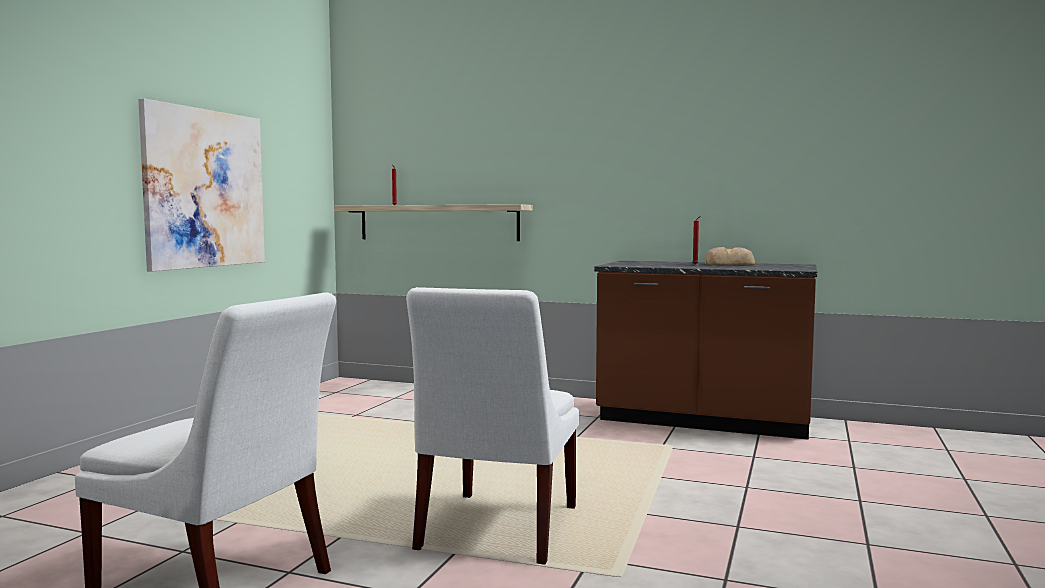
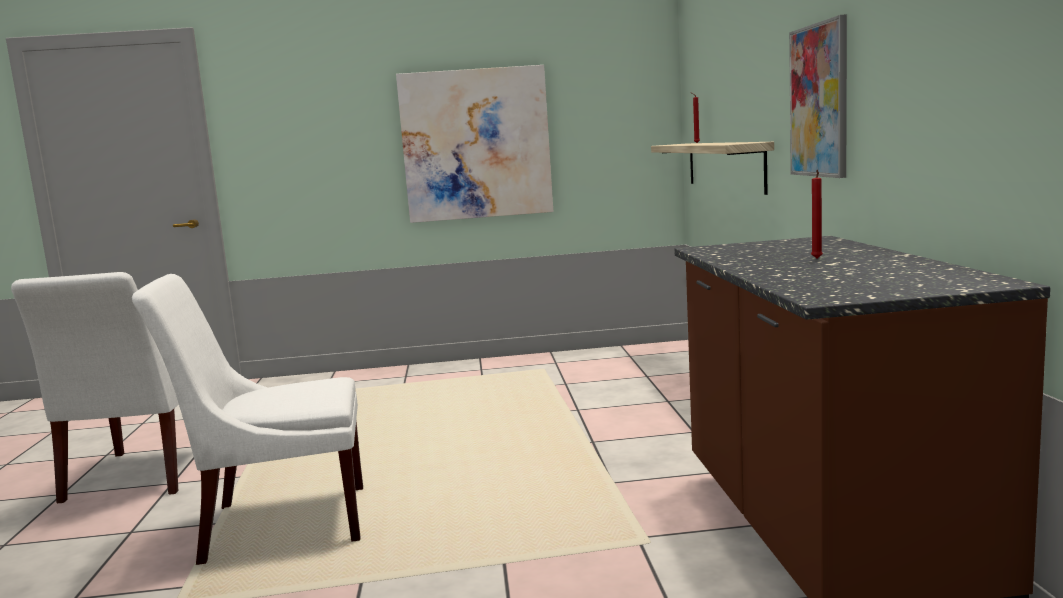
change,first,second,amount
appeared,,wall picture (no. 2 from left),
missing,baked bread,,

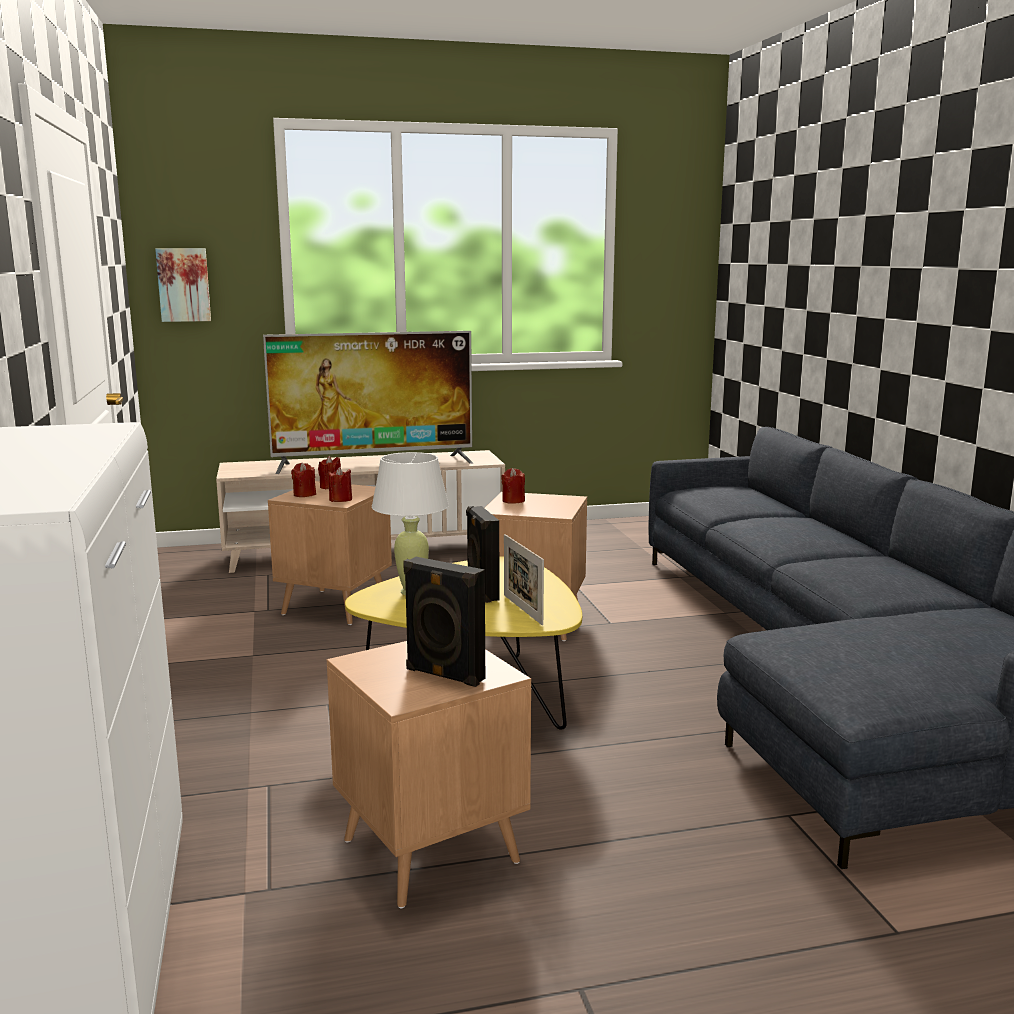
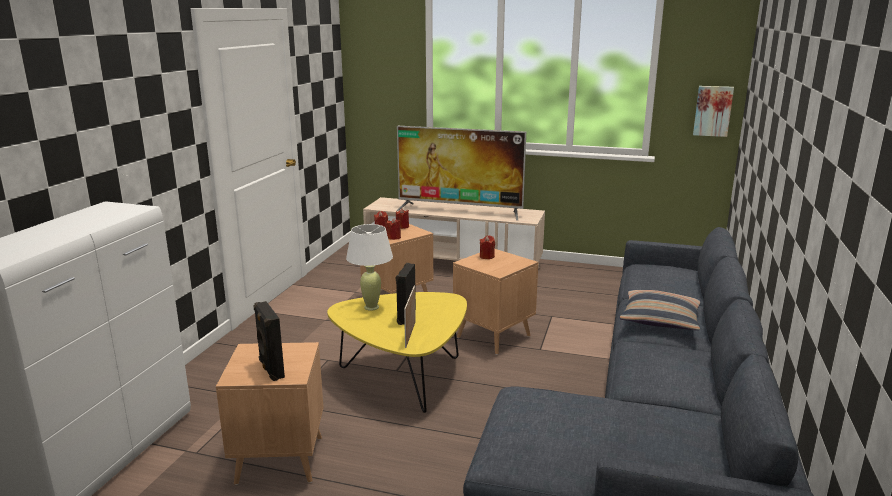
change,first,second,amount
appeared,,cushion,
relocated,wall picture,,

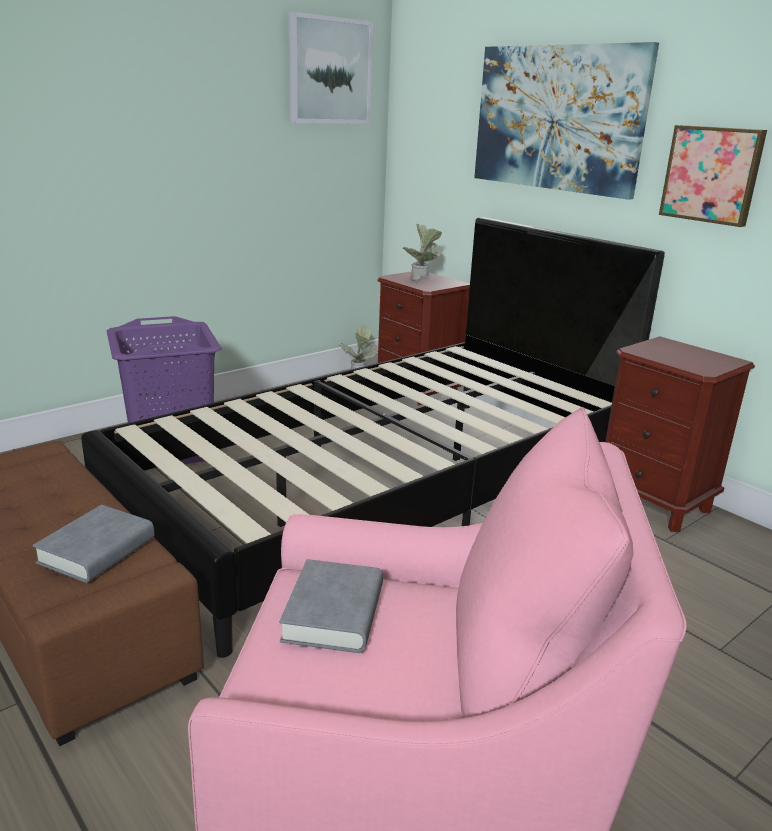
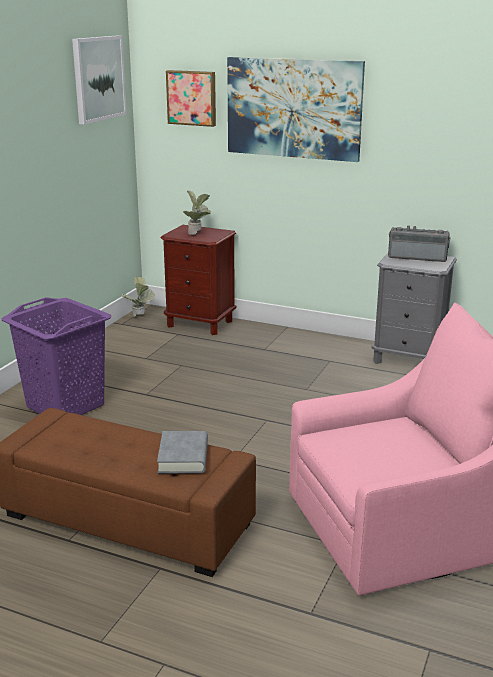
change,first,second,amount
relocated,wall picture (no. 3 from left in the first image),wall picture (no. 2 from left),
colour,brown-coloured bedside table (no. 2 from left),grey bedside table,
appeared,,radio set,
missing,blackish bed,,
missing,grey bound book (no. 2 from left),,

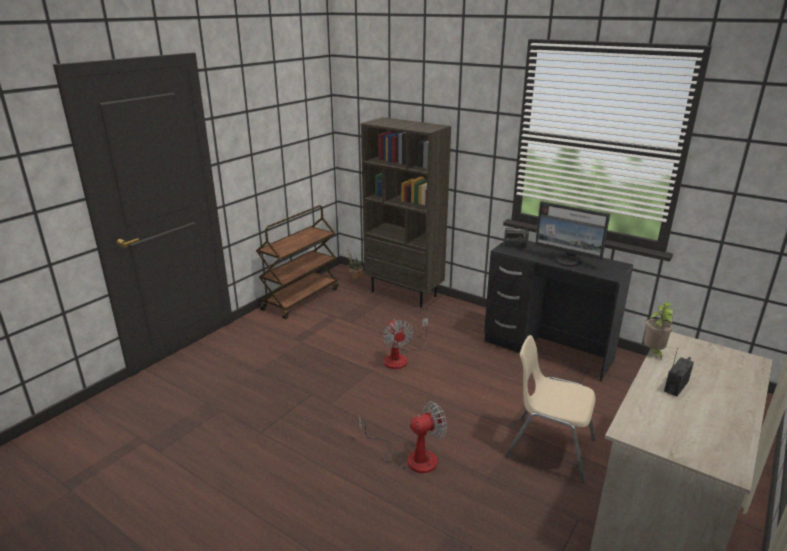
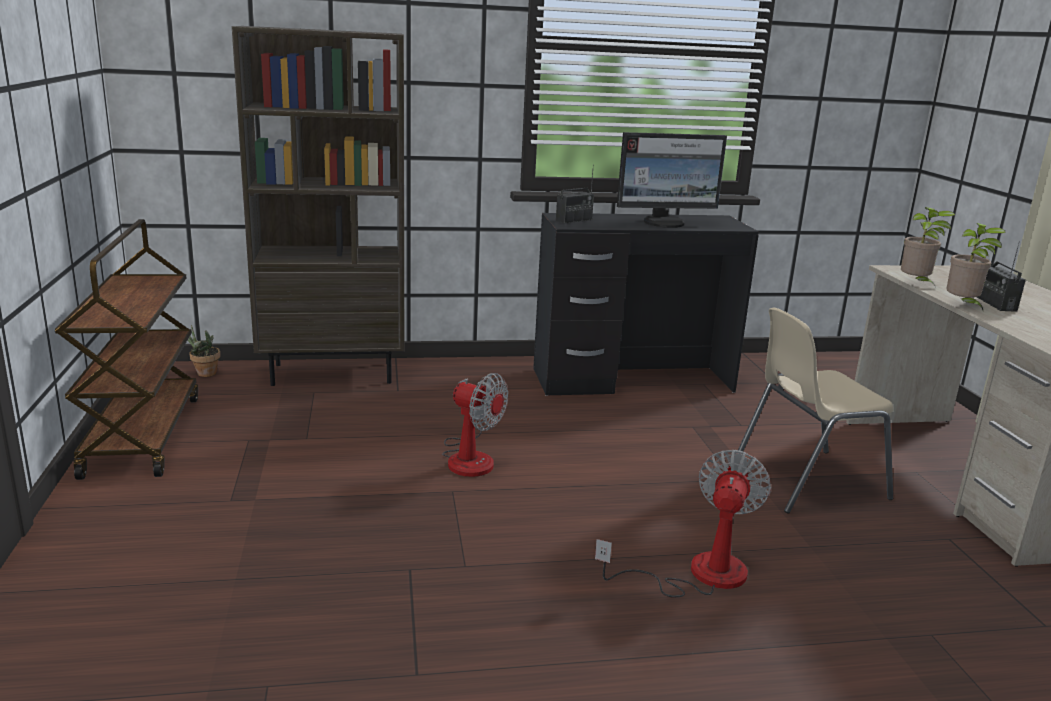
change,first,second,amount
appeared,,plant in a pot (no. 3 from left),

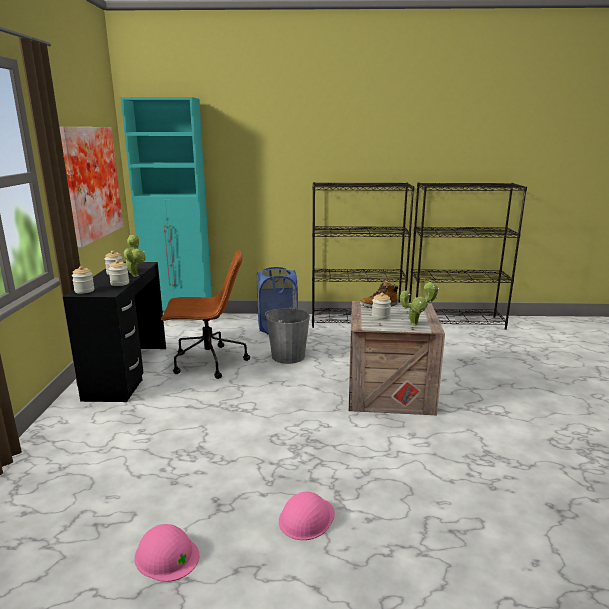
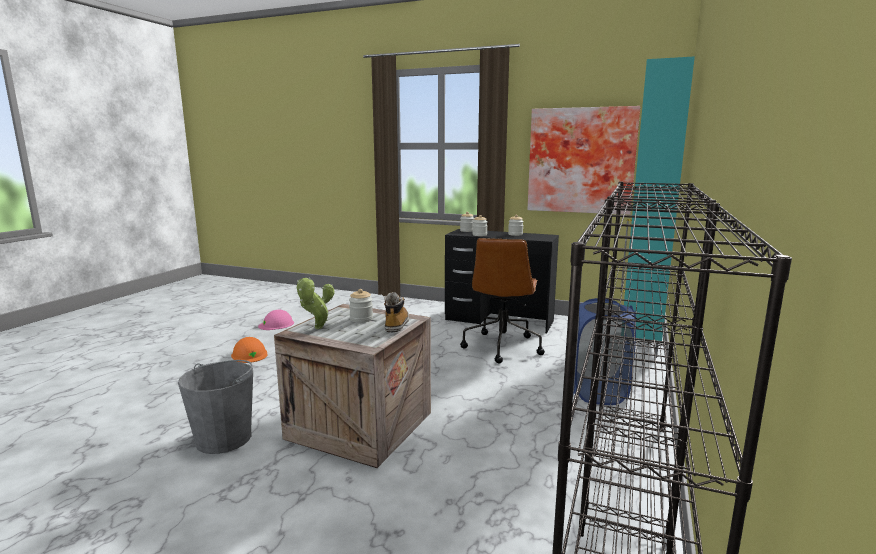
change,first,second,amount
relocated,grey pail,,
colour,pinkish safety helmet (no. 2 from left),orange-coloured safety helmet,
missing,plant in a pot (no. 1 from left),,

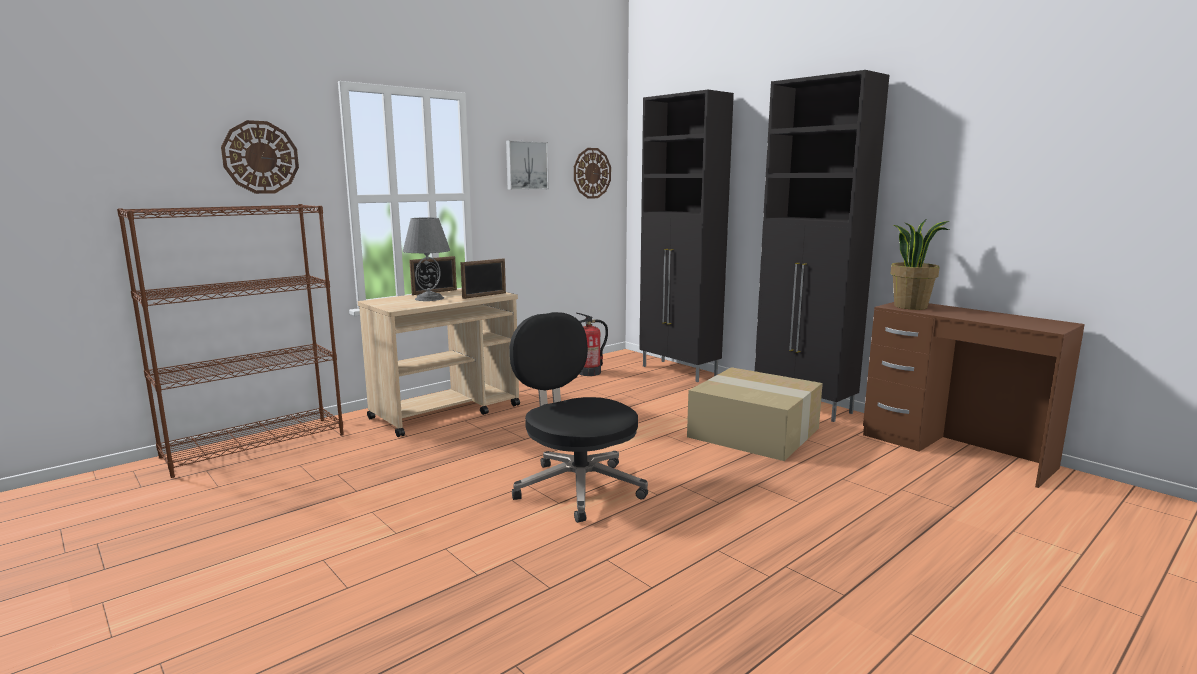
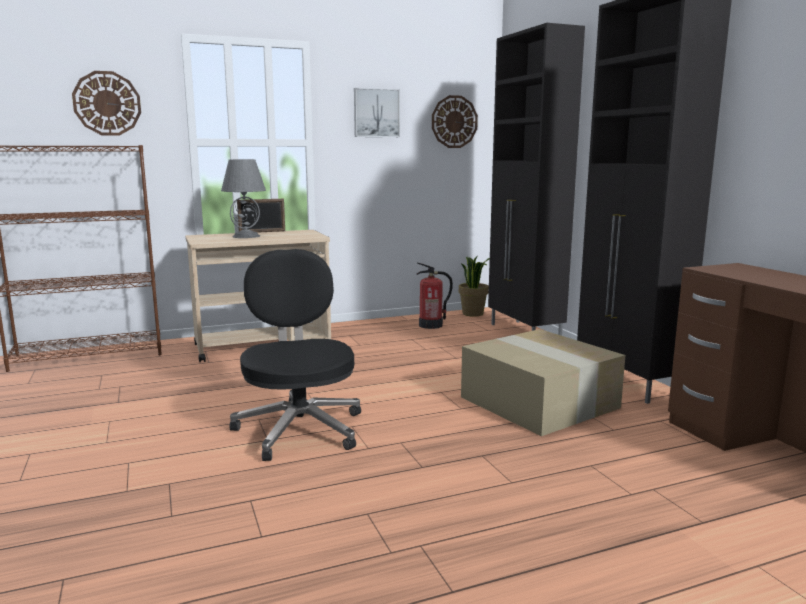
change,first,second,amount
relocated,plant in a pot,,
missing,photo frame (no. 2 from left),,

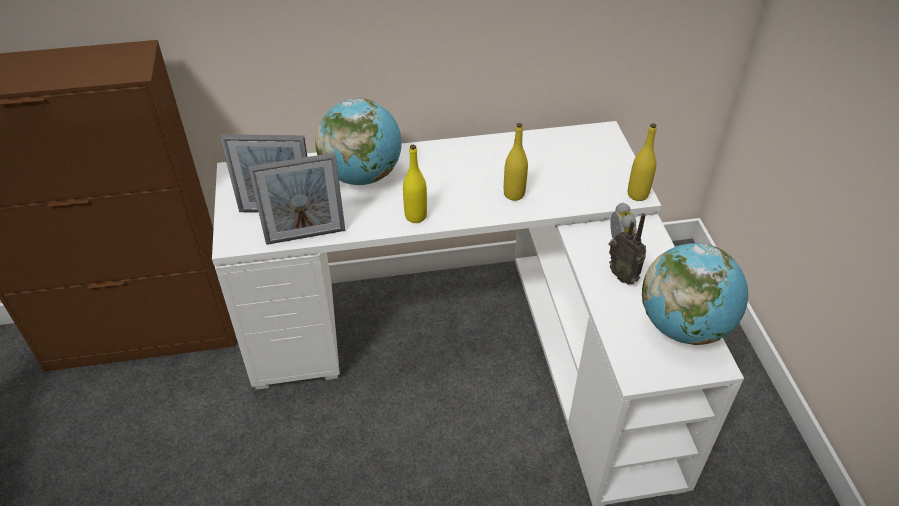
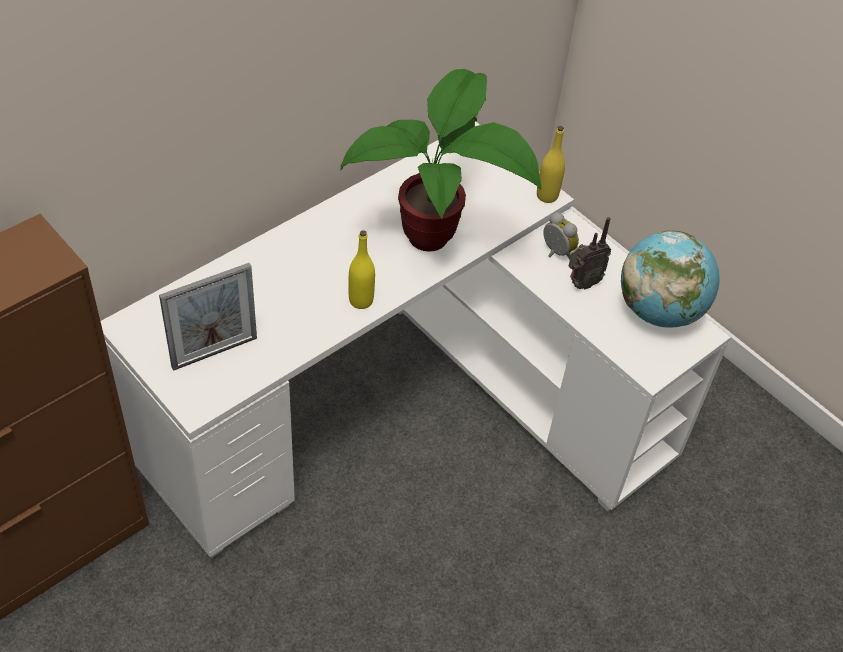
change,first,second,amount
exchanged,yellow-coloured beverage bottle (no. 2 from left),plant in a pot,
spun,radio set,,45 degrees counterclockwise
missing,photo frame (no. 2 from left),,
missing,world globe (no. 1 from left),,

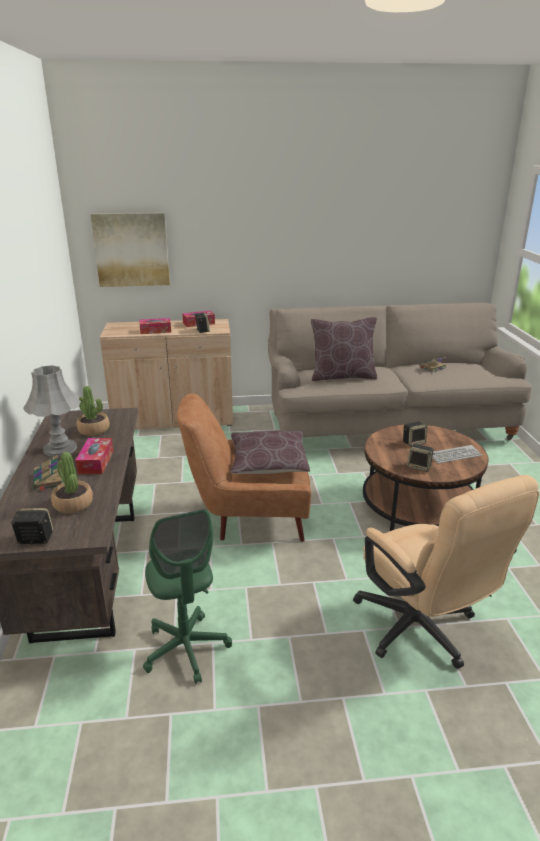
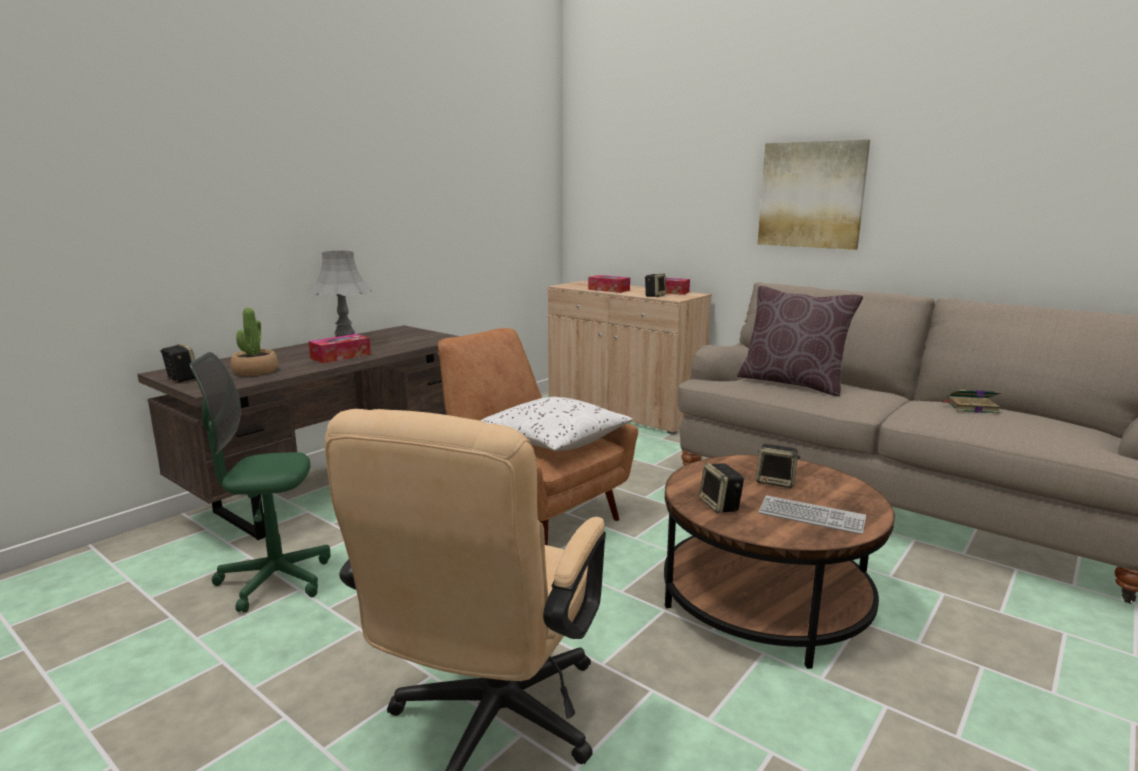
change,first,second,amount
spun,green computer chair,,60 degrees clockwise
colour,brown-coloured cushion (no. 1 from left),whitish cushion,
relocated,wall picture,,
missing,bound book (no. 1 from left),,
missing,plant in a pot (no. 2 from left),,

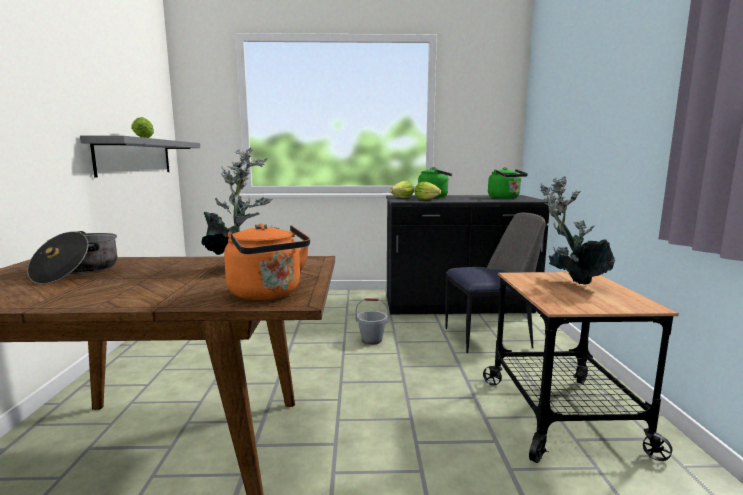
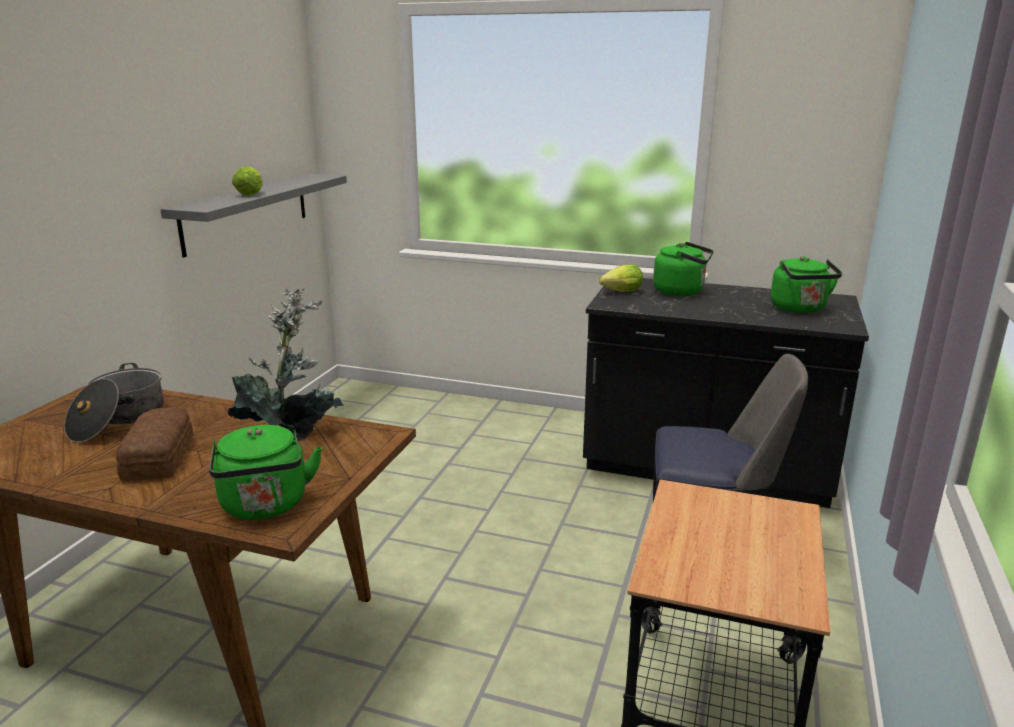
change,first,second,amount
appeared,,baked bread,
colour,orange-coloured water kettle,green water kettle (no. 1 from left),
missing,grey pail,,
missing,lettuce head (no. 3 from left),,
missing,plant in a pot (no. 2 from left),,

